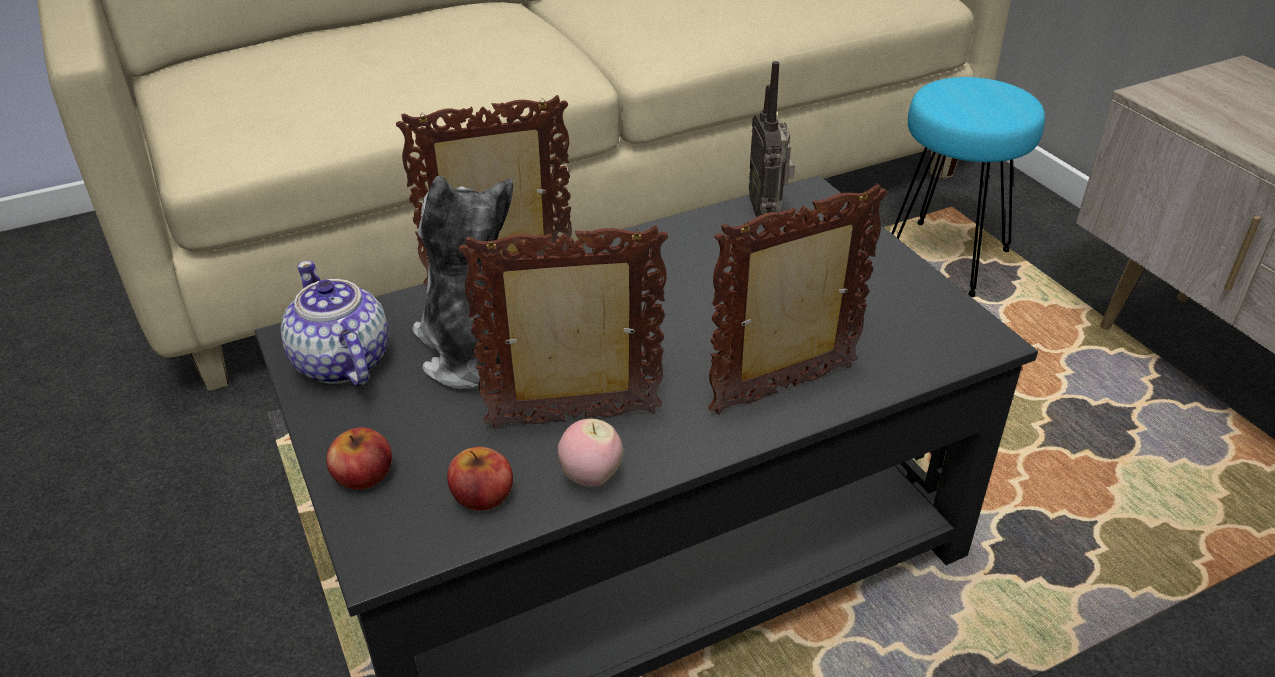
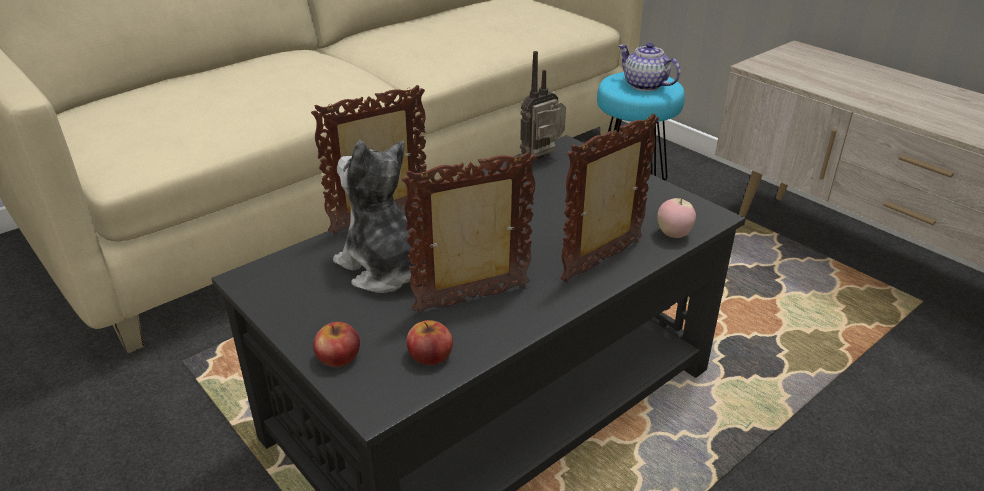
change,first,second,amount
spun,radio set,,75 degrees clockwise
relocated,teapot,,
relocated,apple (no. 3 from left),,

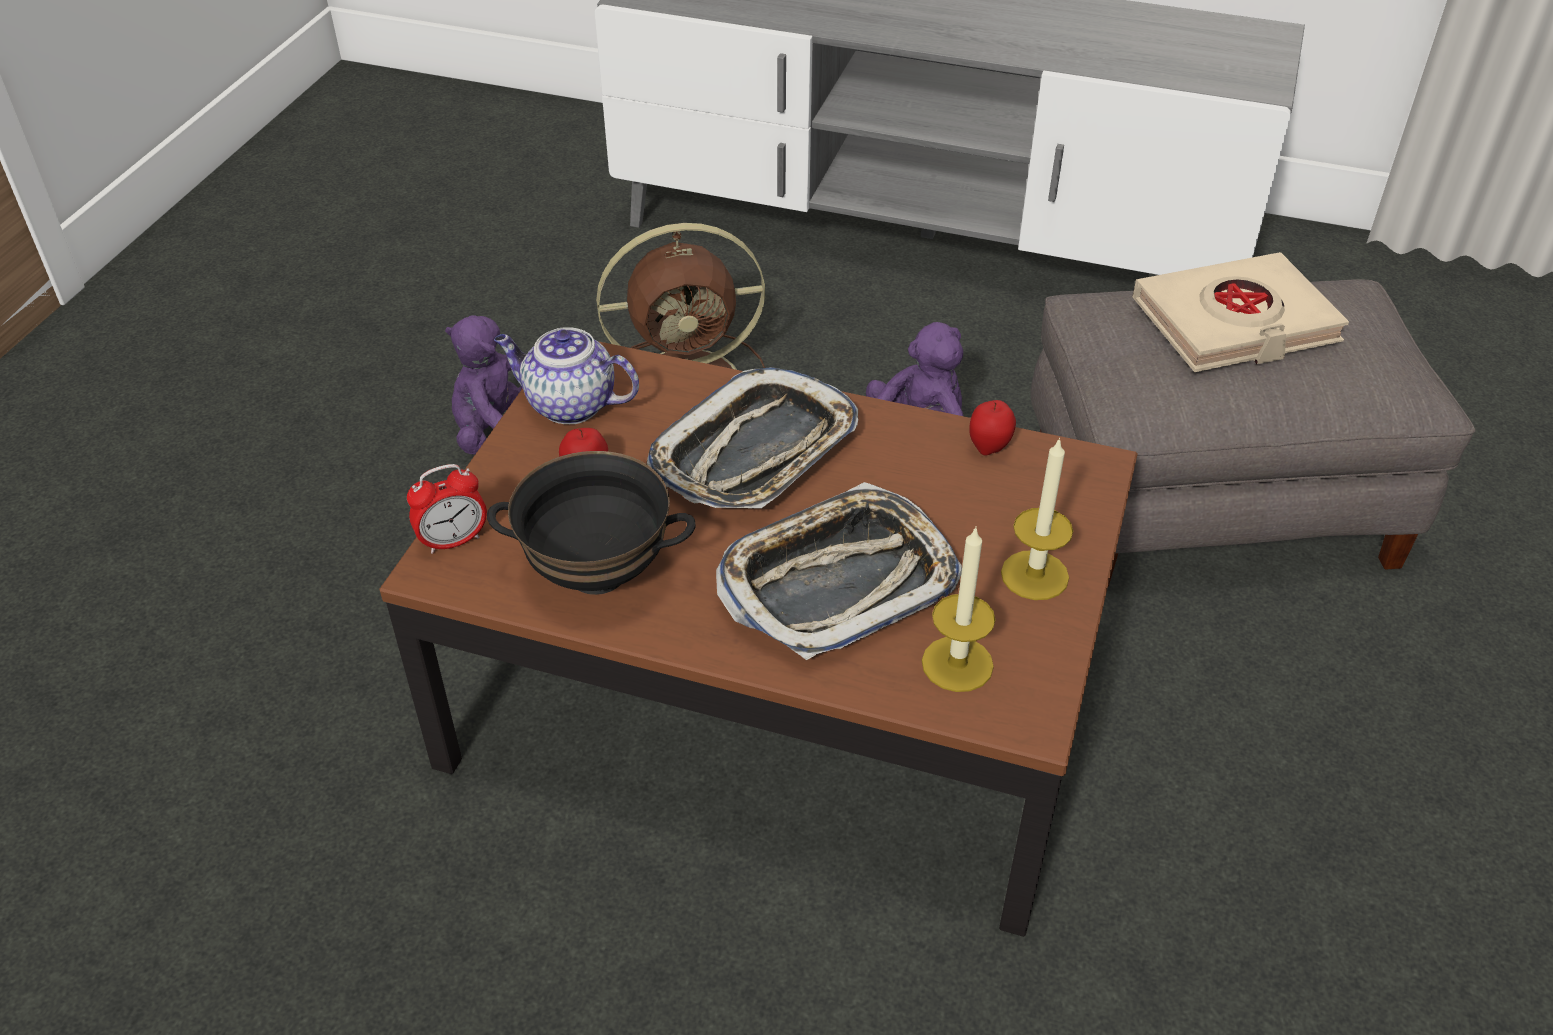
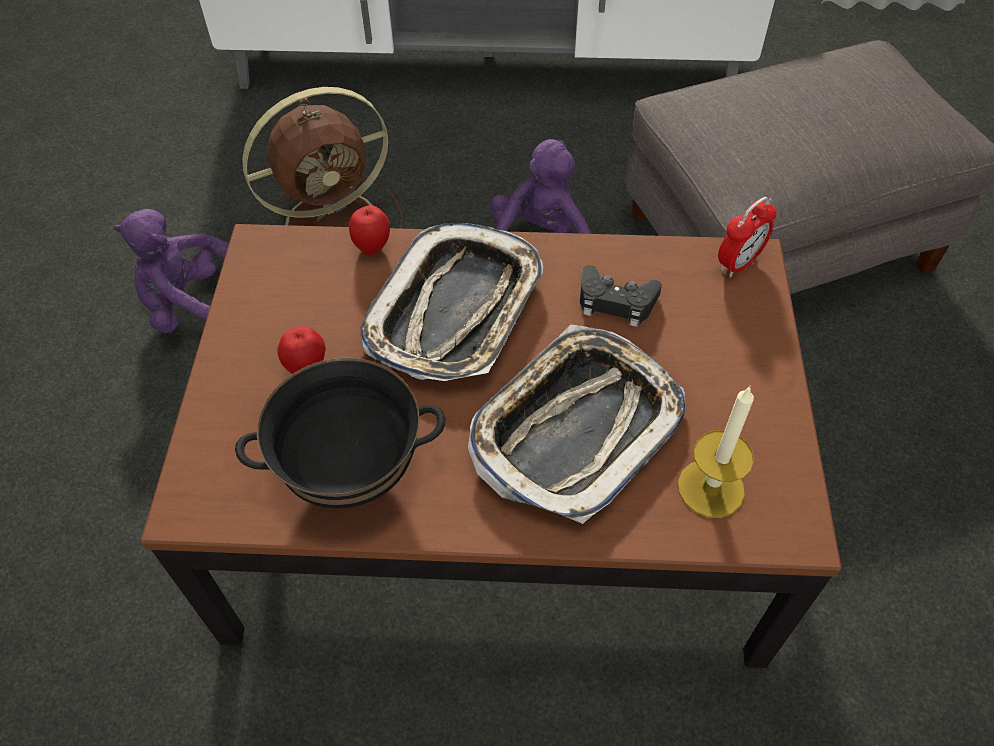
change,first,second,amount
relocated,apple (no. 2 from left),,
appeared,,blackish gamepad,
relocated,bedside clock,,
missing,teapot,,
missing,candle (no. 2 from left),,
missing,beige bound book,,

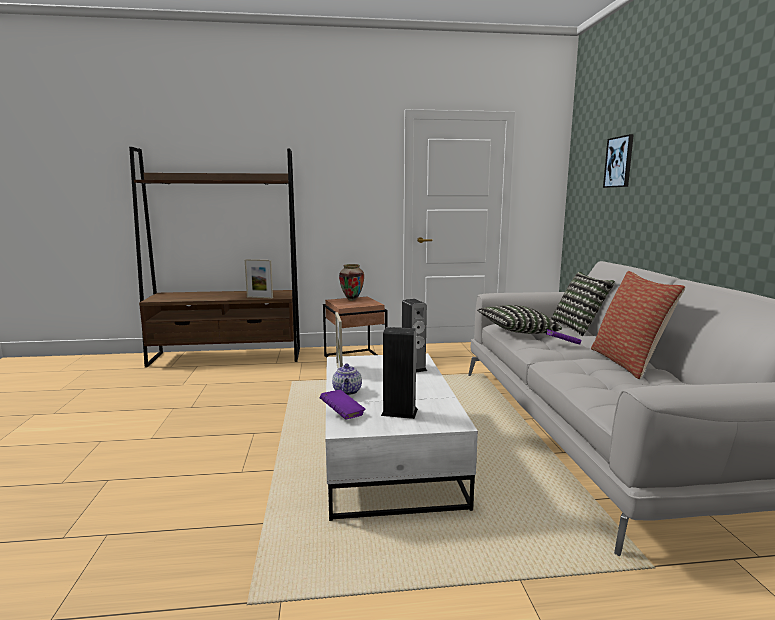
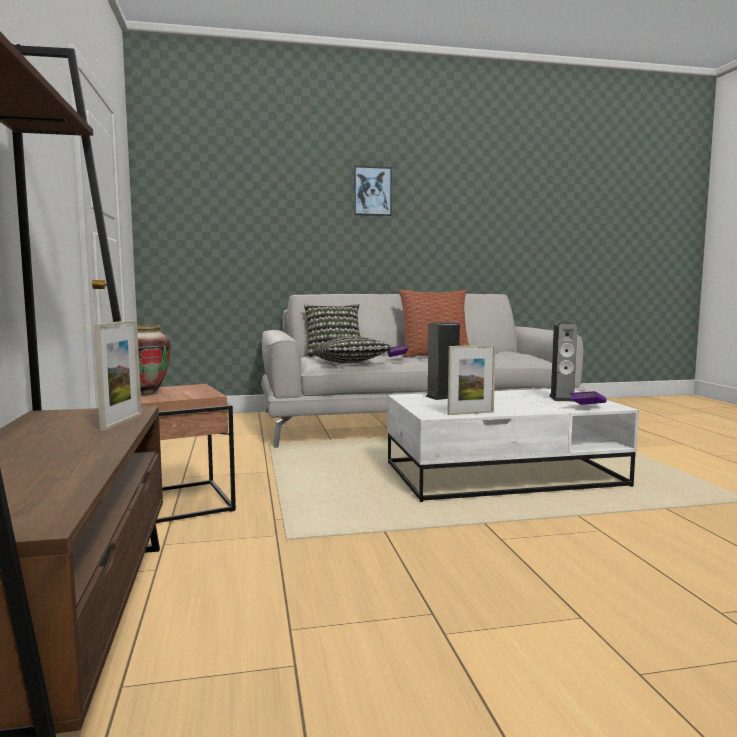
change,first,second,amount
relocated,wall picture,,
missing,teapot,,

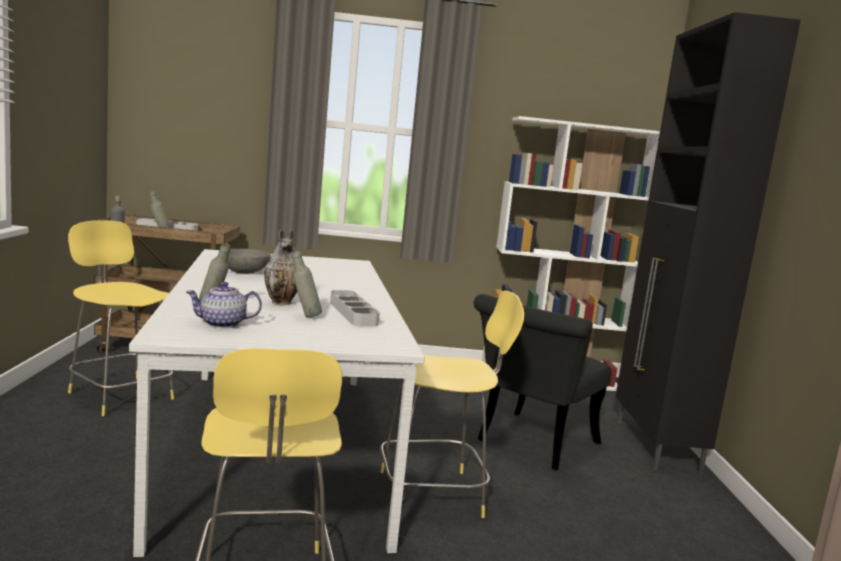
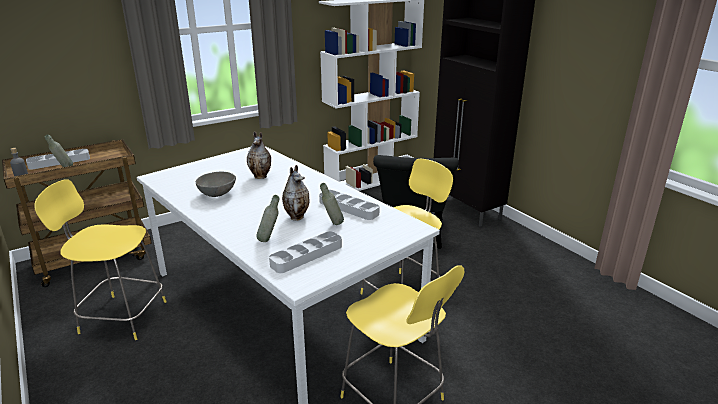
change,first,second,amount
appeared,,decorative vase (no. 1 from left),
exchanged,teapot,grey serving tray (no. 2 from left),

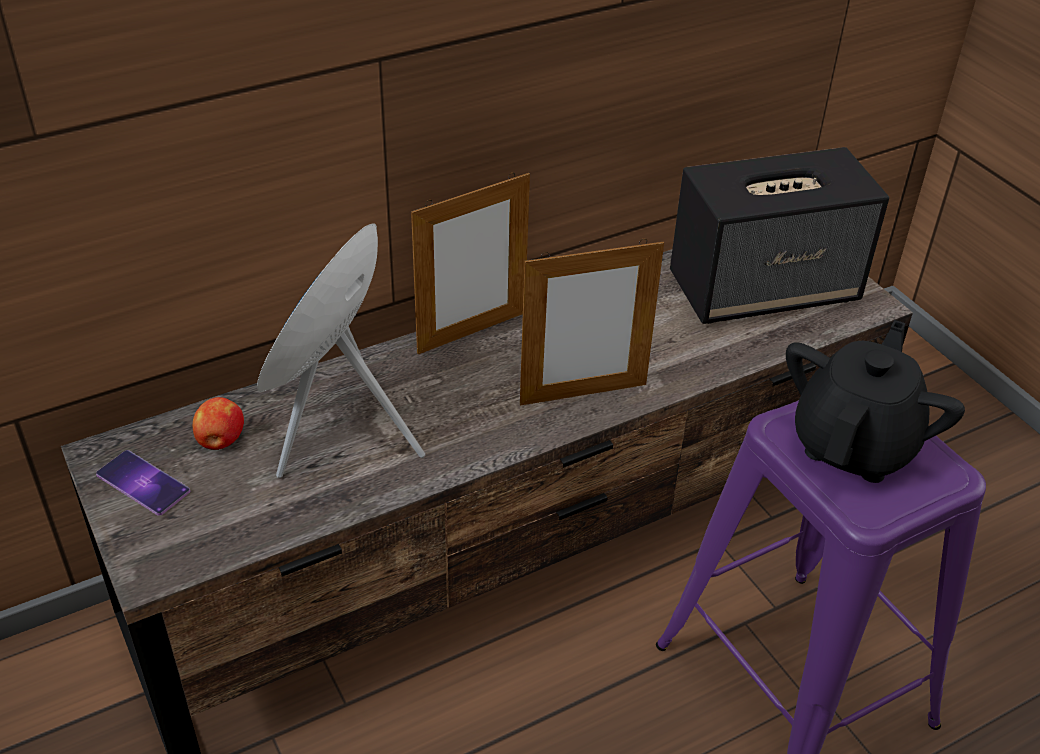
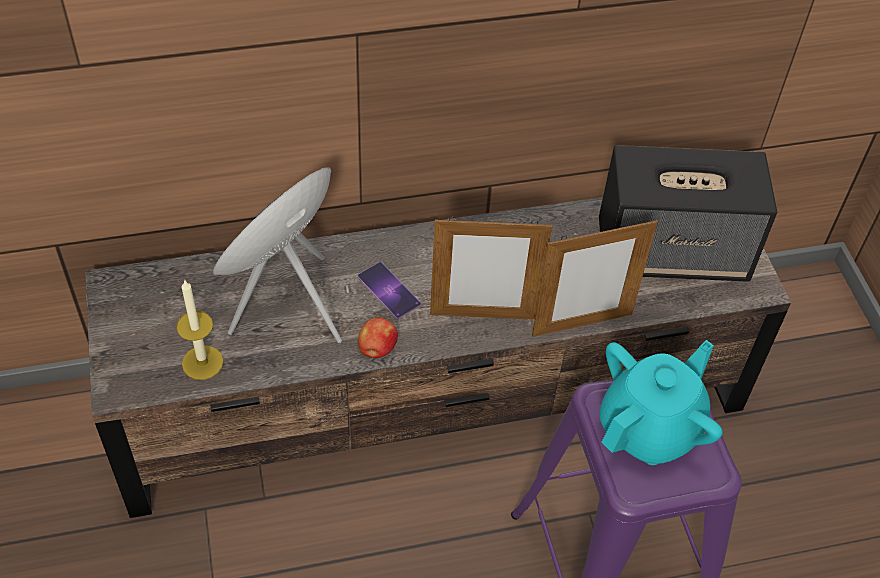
change,first,second,amount
appeared,,candle,
relocated,phone,,
relocated,apple,,
relocated,photo frame (no. 1 from left in the first image),photo frame (no. 2 from left),
colour,blackish teapot,turquoise-coloured teapot,

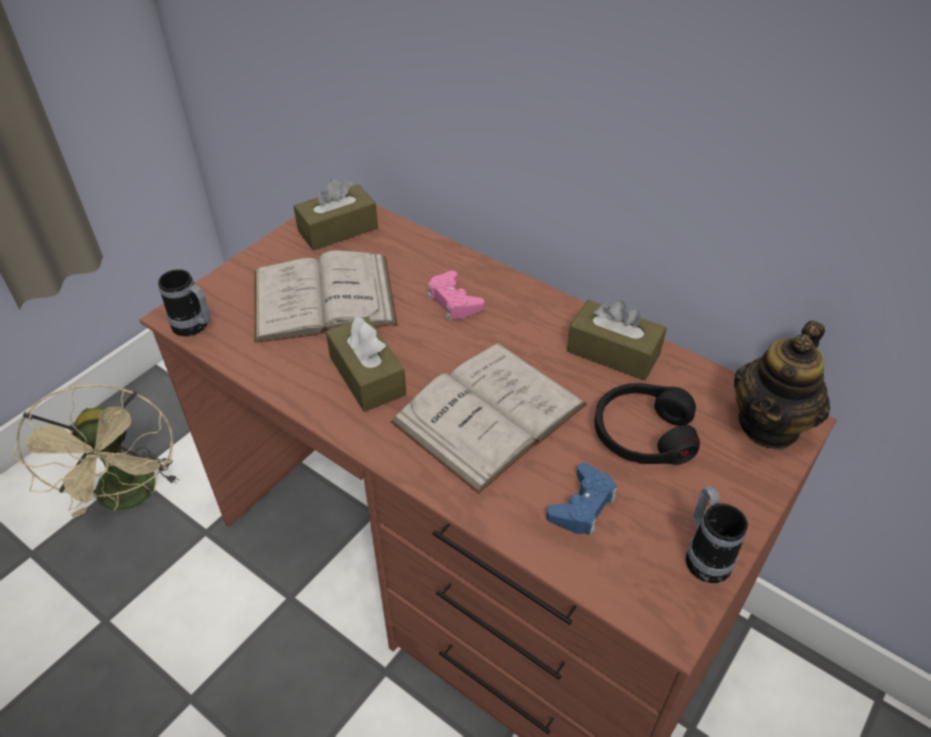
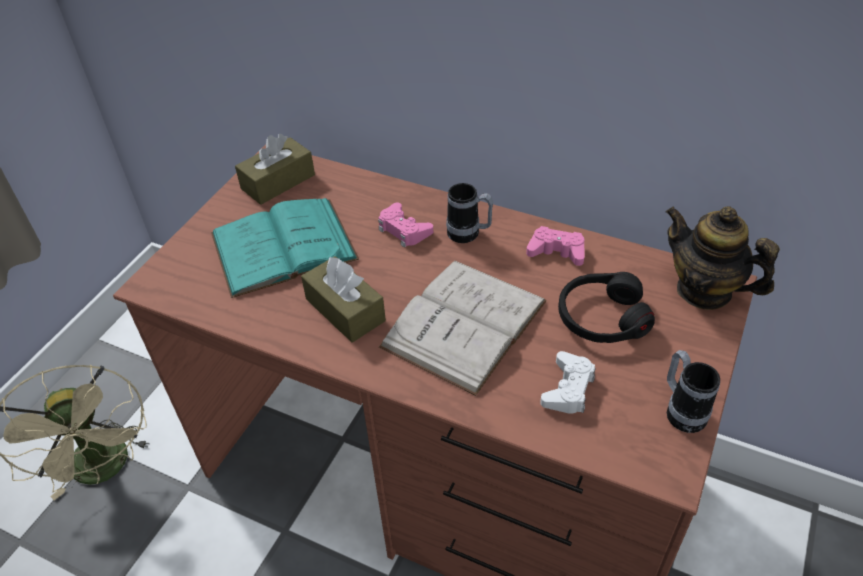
change,first,second,amount
colour,whitish bound book (no. 1 from left),turquoise-coloured bound book,
relocated,tea mug (no. 1 from left),,
exchanged,brown-coloured box of tissues (no. 3 from left),pinkish gamepad (no. 2 from left),
colour,bluish gamepad,whitish gamepad,
spun,teapot,,105 degrees clockwise

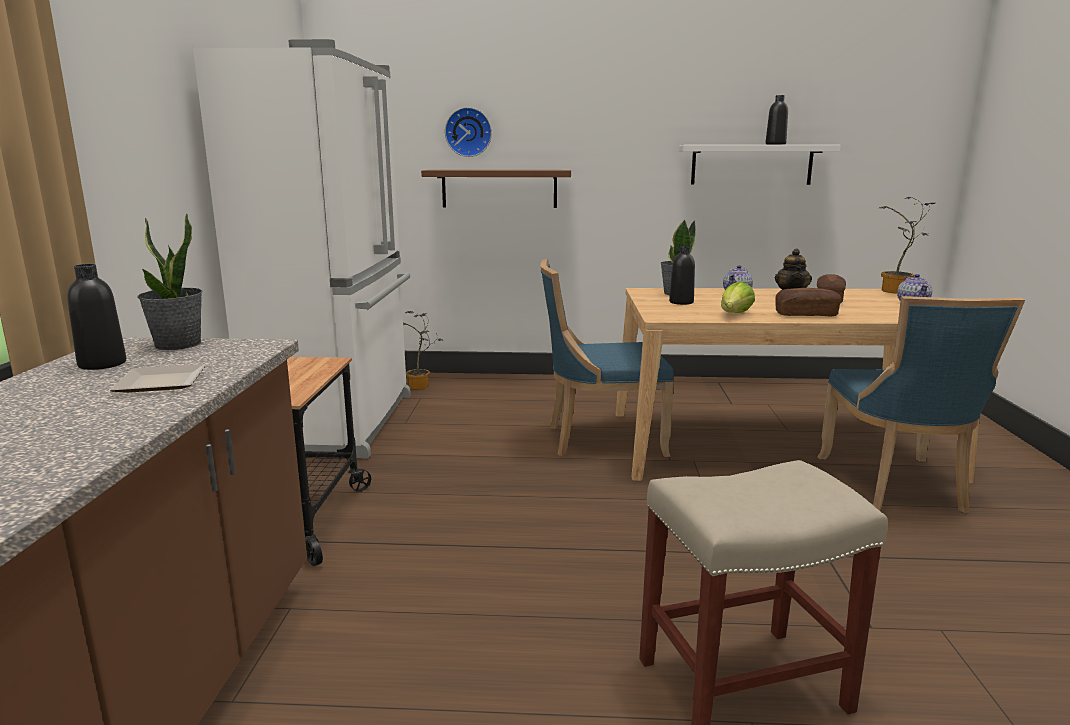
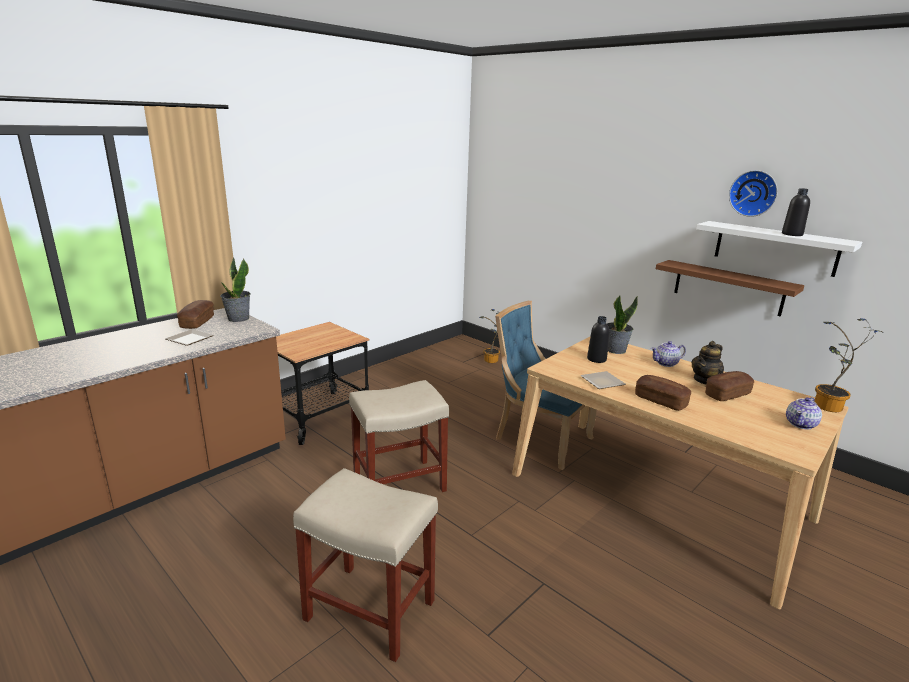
change,first,second,amount
exchanged,blackish beverage bottle (no. 1 from left),baked bread (no. 1 from left),
appeared,,beige stool (no. 2 from left),
exchanged,lettuce head,plate (no. 2 from left),
relocated,brown-coloured bracket shelf,,
relocated,wall clock,,
missing,whitish kitchen fridge,,
missing,bluish plain chair (no. 2 from left),,

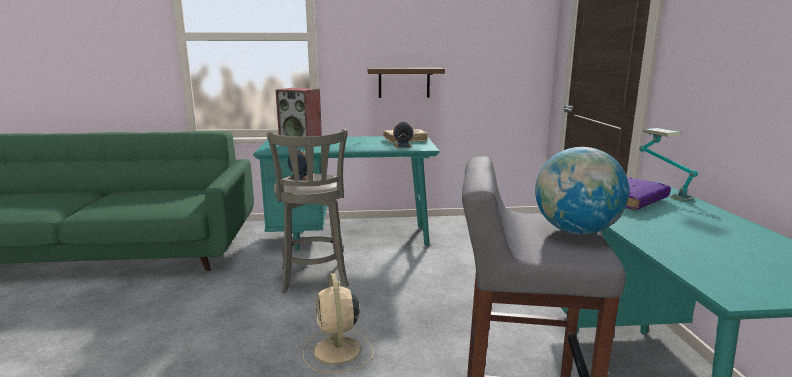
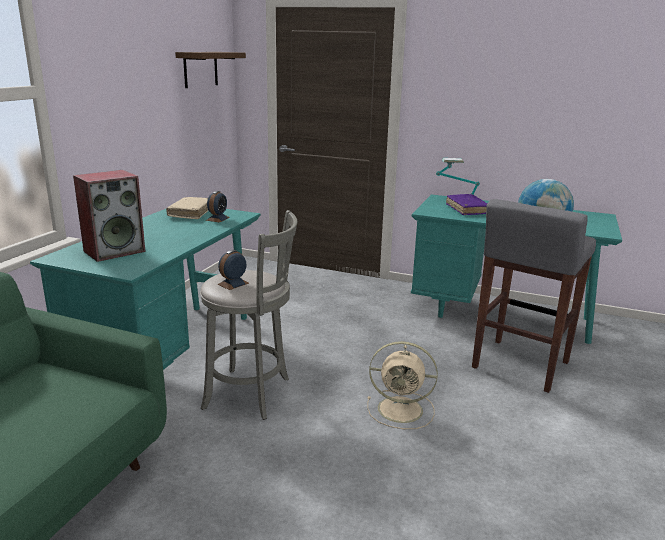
change,first,second,amount
relocated,brown-coloured bracket shelf,,

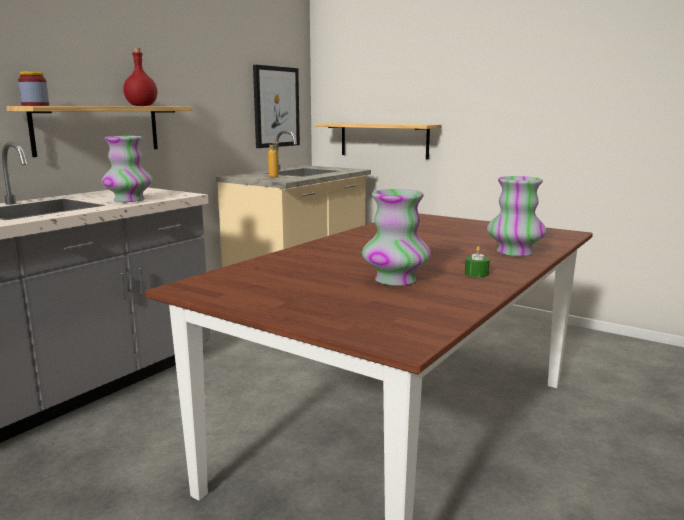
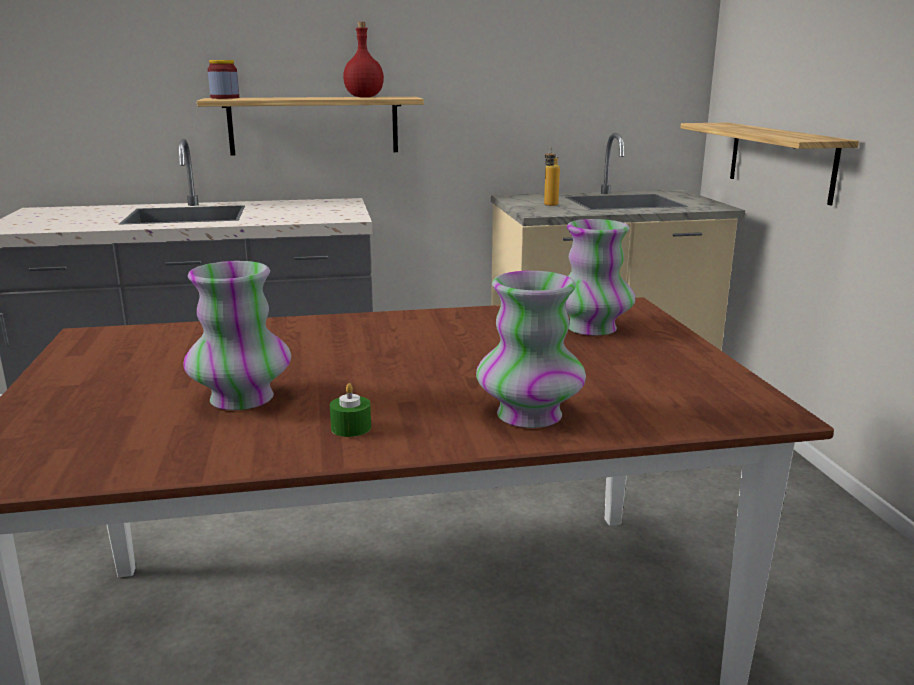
change,first,second,amount
relocated,decorative vase (no. 1 from left in the first image),decorative vase (no. 3 from left),
missing,wall picture,,

